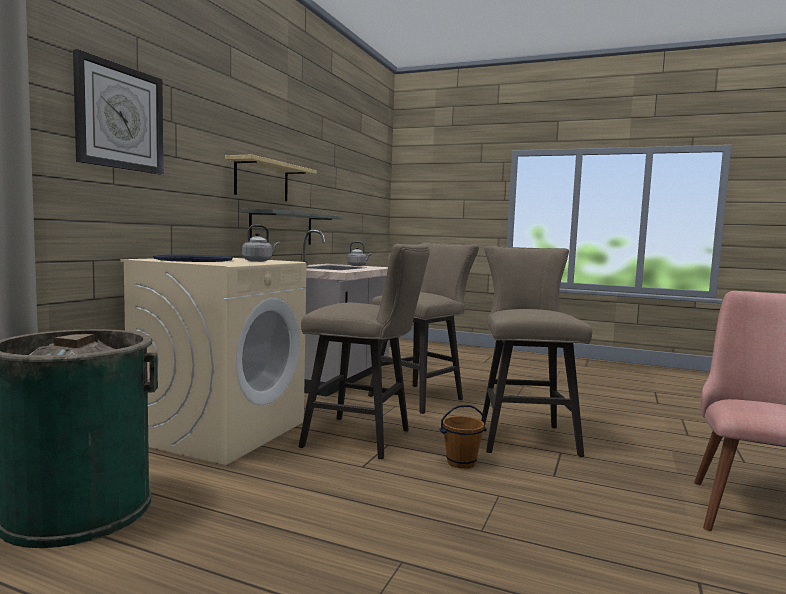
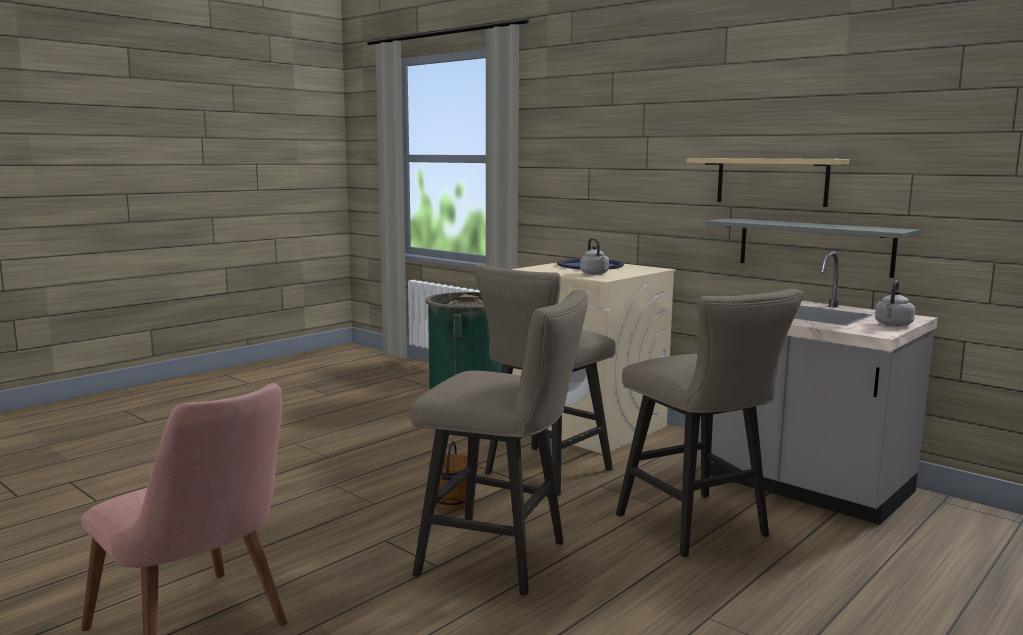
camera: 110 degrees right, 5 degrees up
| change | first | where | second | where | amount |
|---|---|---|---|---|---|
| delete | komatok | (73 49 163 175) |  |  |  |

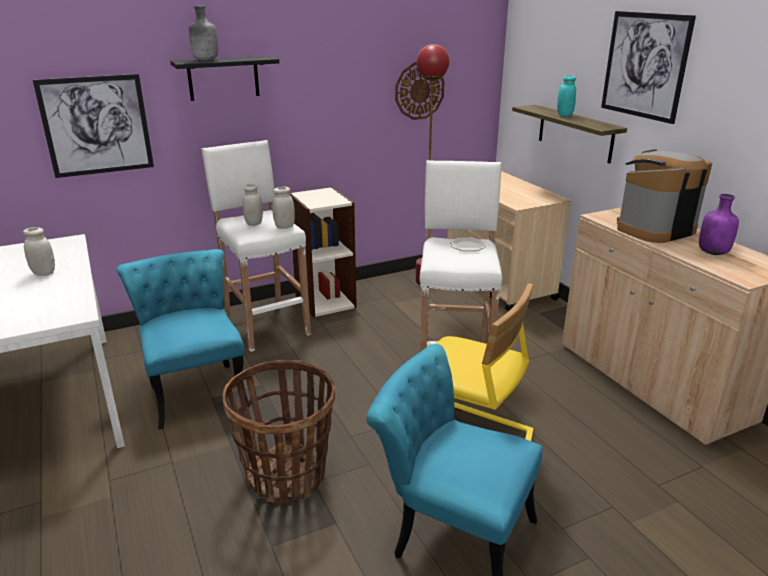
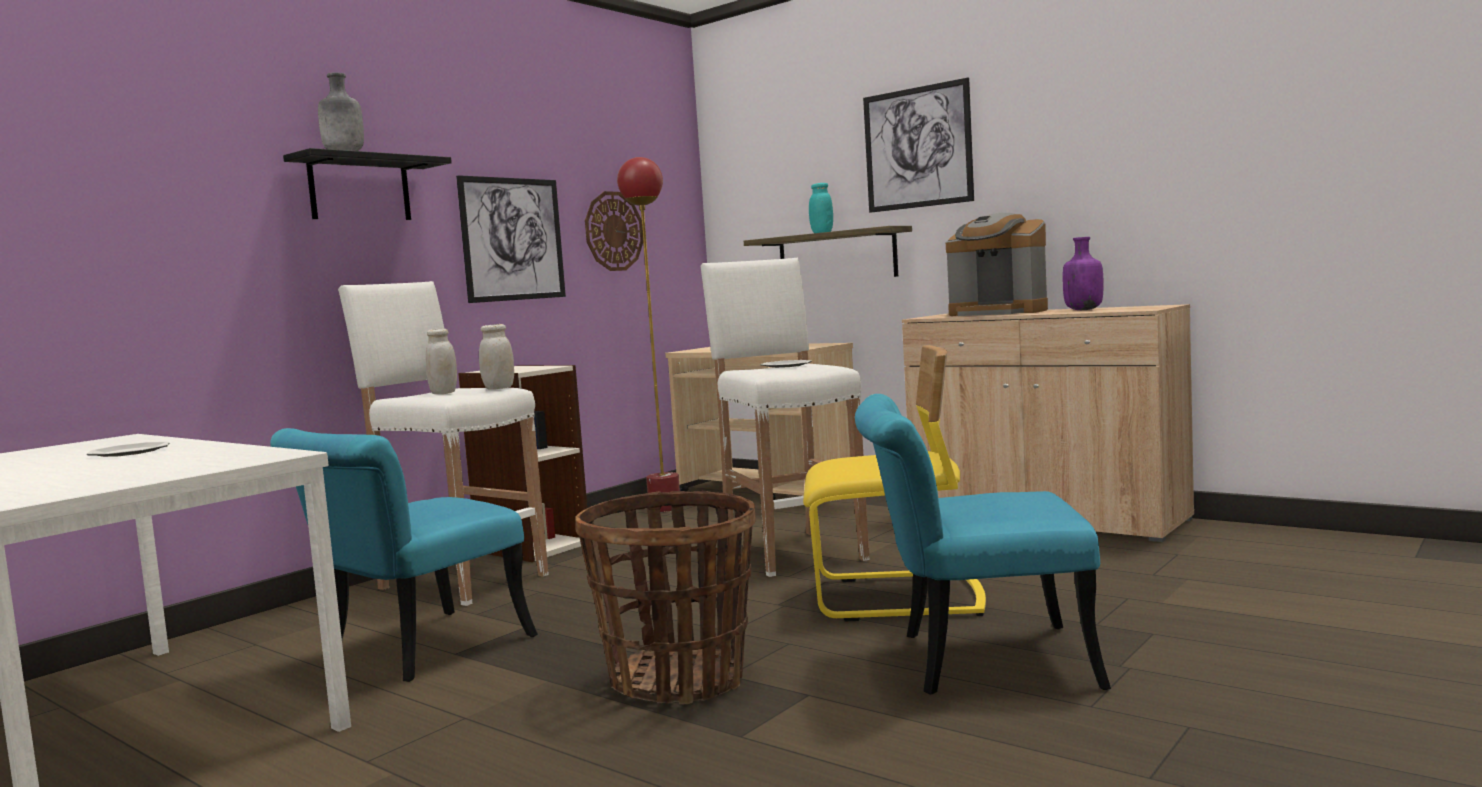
camera: 25 degrees left, 20 degrees down
| change | first | where | second | where | amount |
|---|---|---|---|---|---|
| replace | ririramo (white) | (23 227 55 276) | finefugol | (86 442 170 457) |  |
| move | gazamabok | (33 74 154 178) |  | (456 175 566 303) |  |
| rotate | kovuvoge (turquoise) | (116 249 250 429) |  | (270 428 538 682) | 90 degrees counterclockwise |
| rotate | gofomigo | (617 149 712 243) |  | (946 213 1048 316) | 90 degrees counterclockwise |

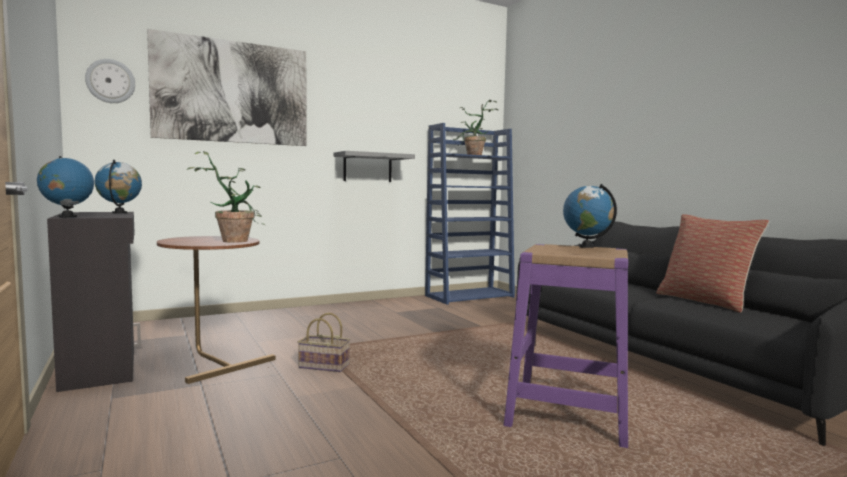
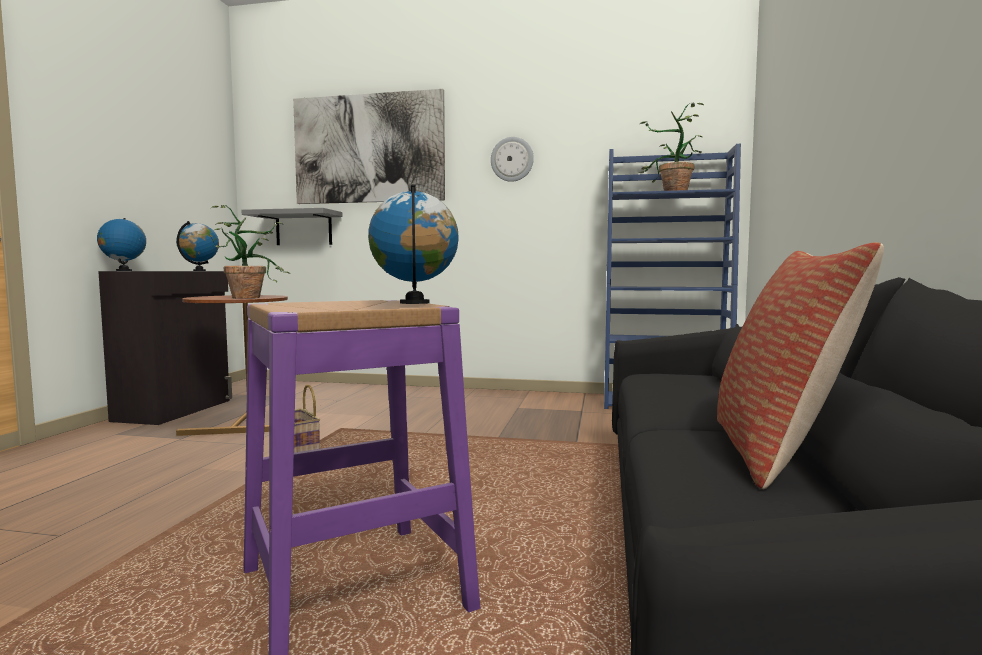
camera: 40 degrees right, 0 degrees up
| change | first | where | second | where | amount |
|---|---|---|---|---|---|
| move | komatok | (85 59 135 103) |  | (491 137 534 182) |  |
| move | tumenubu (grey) | (334 151 415 182) |  | (242 208 342 245) |  |

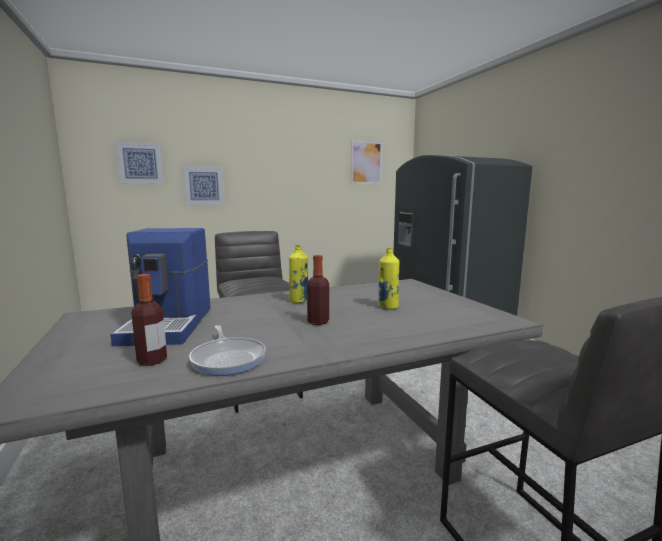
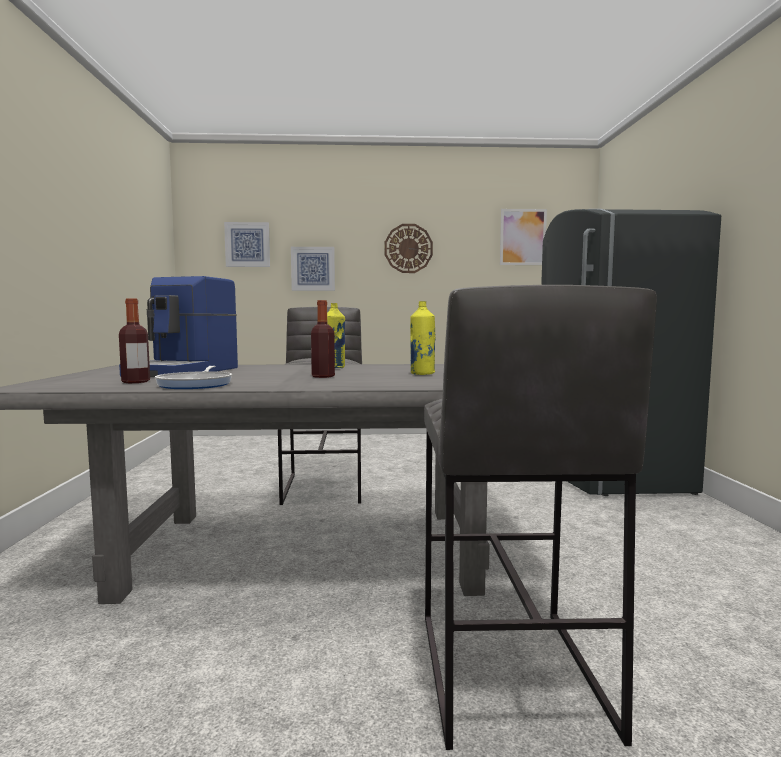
camera: 20 degrees right, 5 degrees down
| change | first | where | second | where | amount |
|---|---|---|---|---|---|
| insert |  |  | komatok | (385 224 433 273) |  |

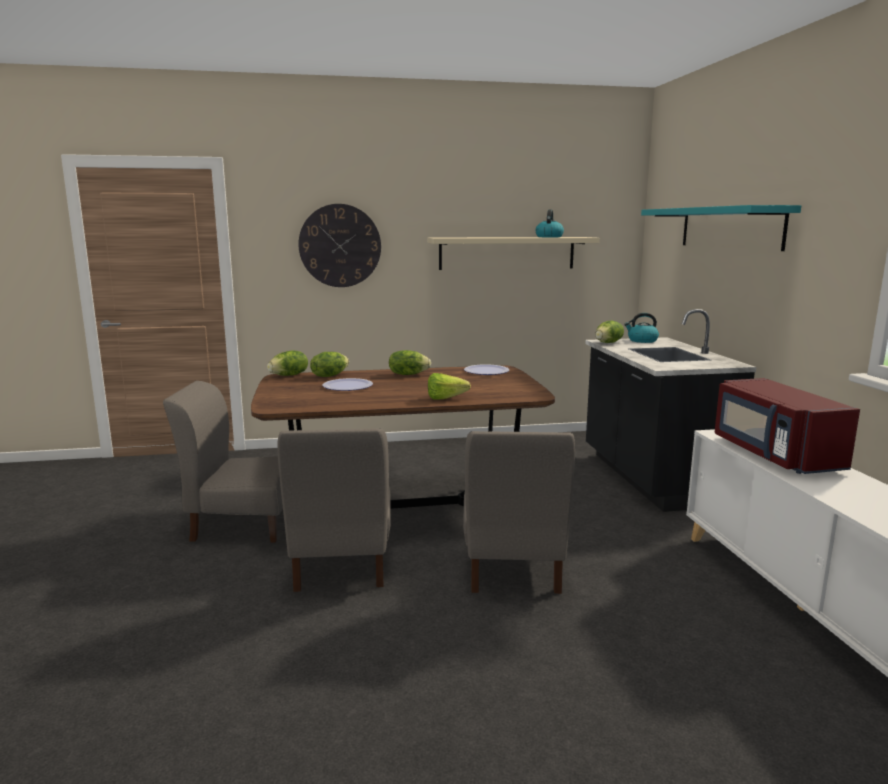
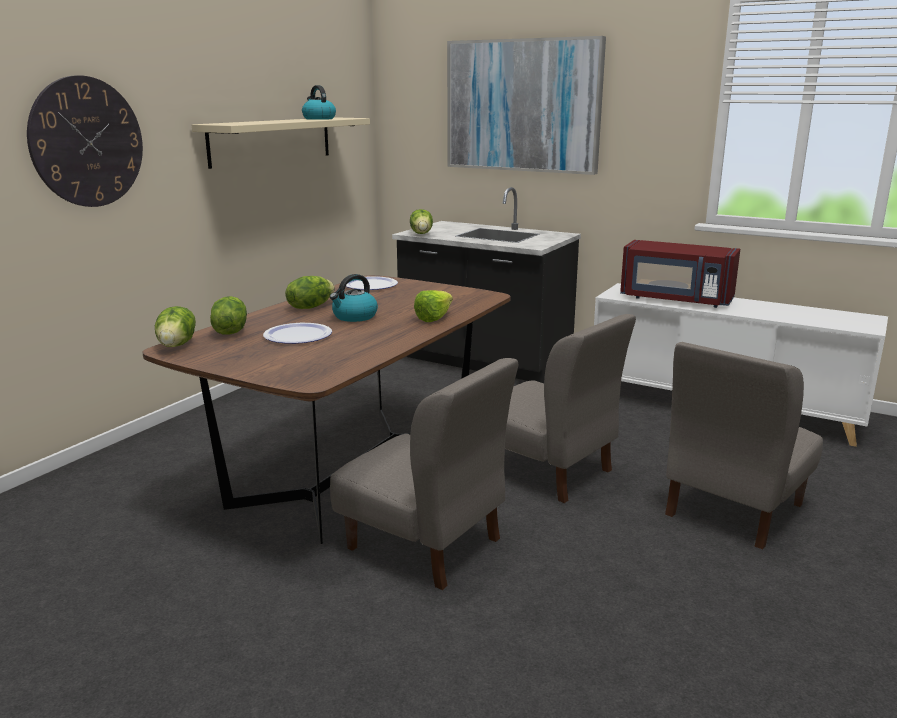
camera: 50 degrees left, 5 degrees up
| change | first | where | second | where | amount |
|---|---|---|---|---|---|
| move | kovuvoge (grey) | (163 381 283 543) |  | (665 342 823 549) |  |
| move | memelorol | (624 313 659 343) |  | (330 274 378 322) |  |
| replace | tumenubu (turquoise) | (641 205 801 251) | gazamabok | (447 36 606 175) |  |

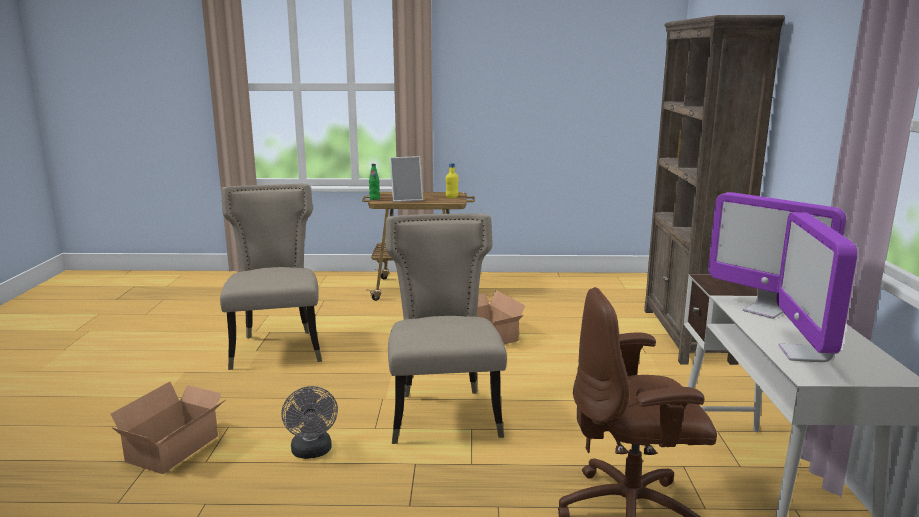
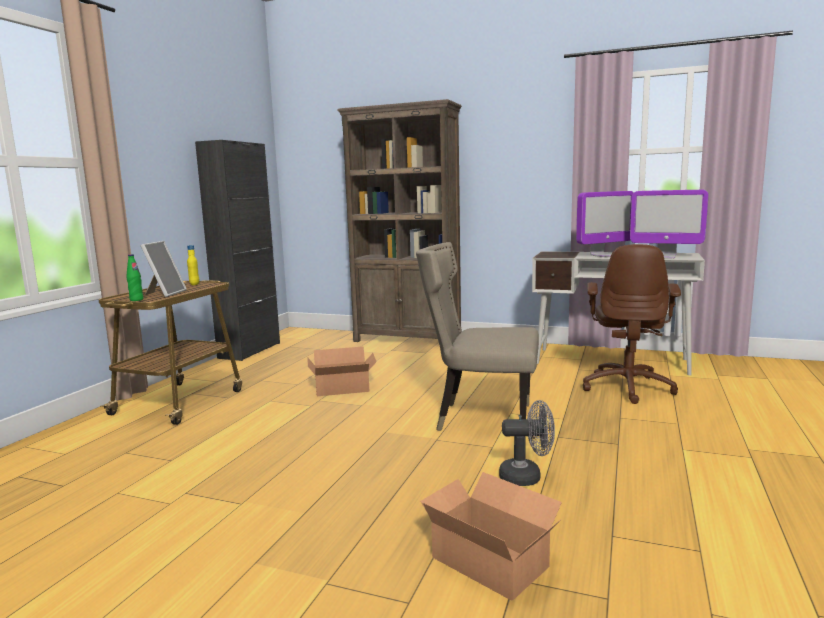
camera: 70 degrees left, 5 degrees down
| change | first | where | second | where | amount |
|---|---|---|---|---|---|
| delete | kovuvoge (beige) | (220 184 322 370) |  |  |  |
| insert |  |  | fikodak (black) | (195 140 280 361) |  |

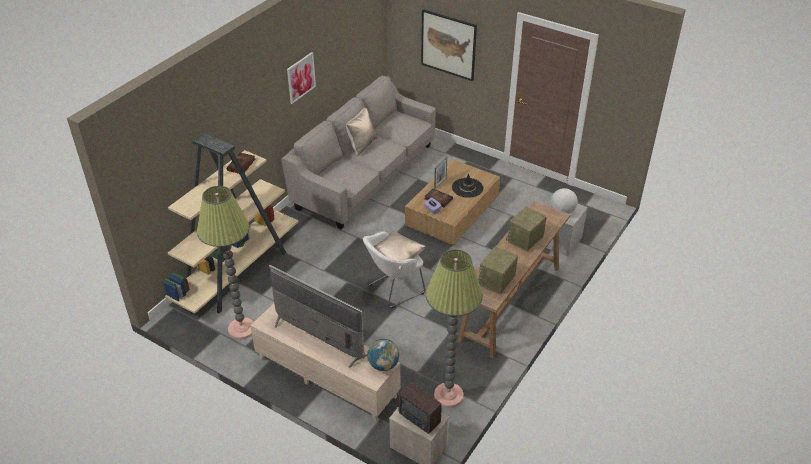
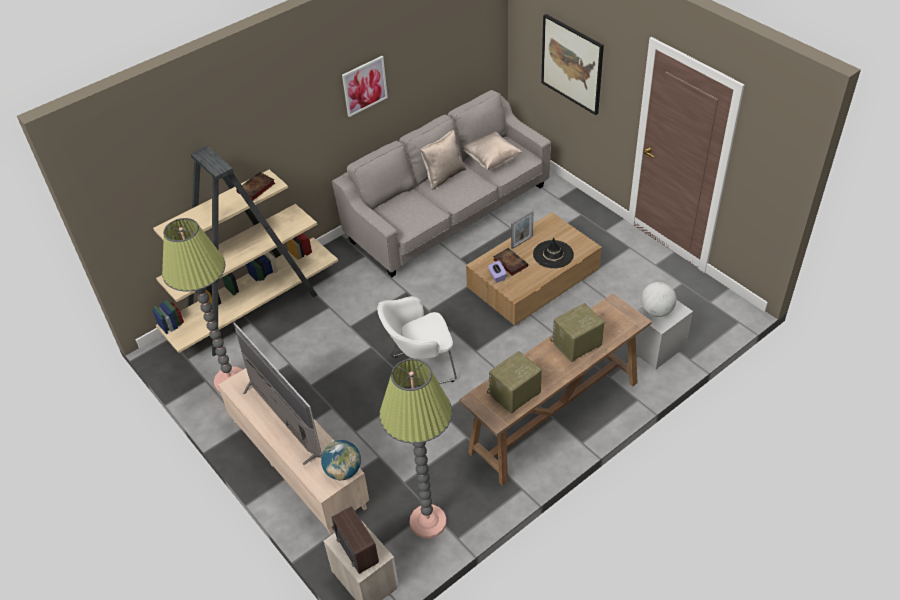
camera: 20 degrees right, 5 degrees up
| change | first | where | second | where | amount |
|---|---|---|---|---|---|
| move | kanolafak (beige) | (368 231 426 270) |  | (462 132 522 170) |  |

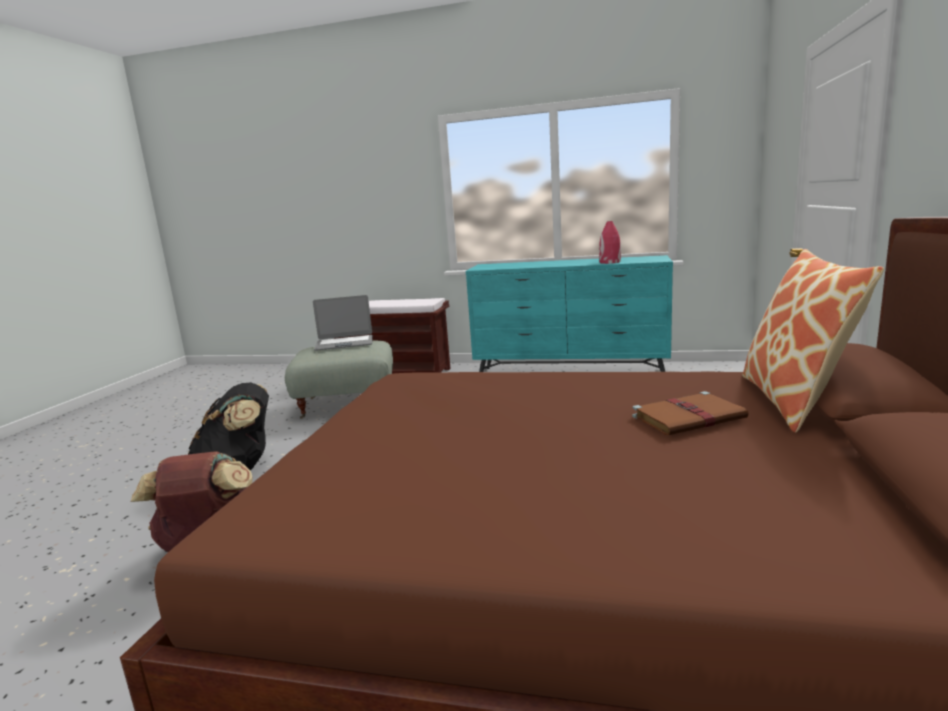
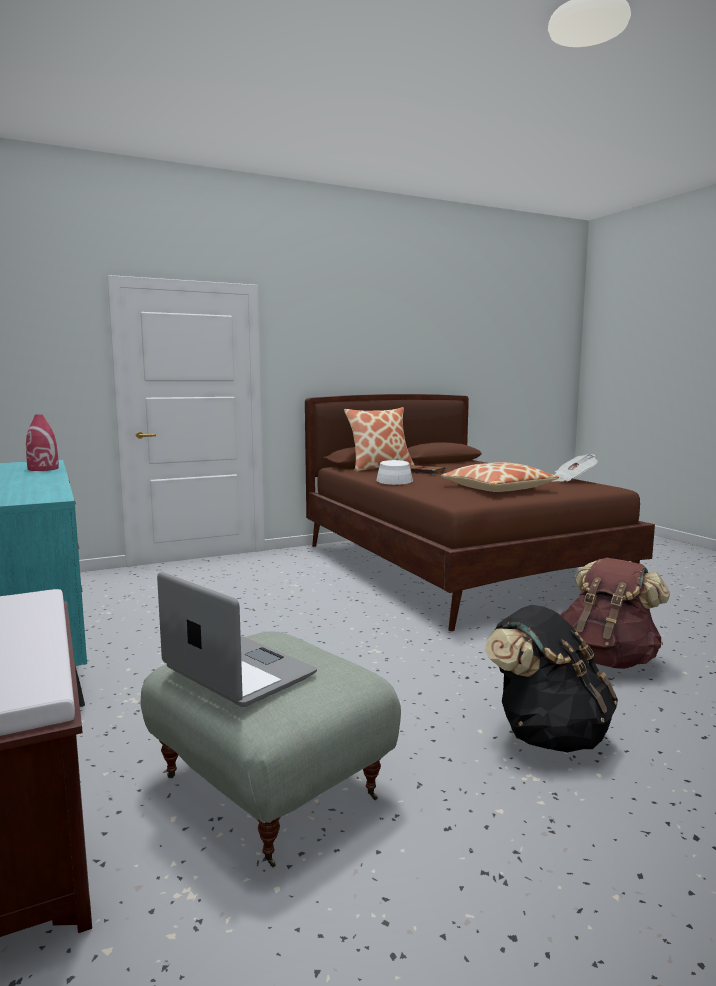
camera: 130 degrees left, 5 degrees down
| change | first | where | second | where | amount |
|---|---|---|---|---|---|
| insert |  |  | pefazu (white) | (376 460 413 485) |  |
| insert |  |  | kanolafak | (441 462 559 492) |  |
| insert |  |  | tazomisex | (553 454 598 482) |  |

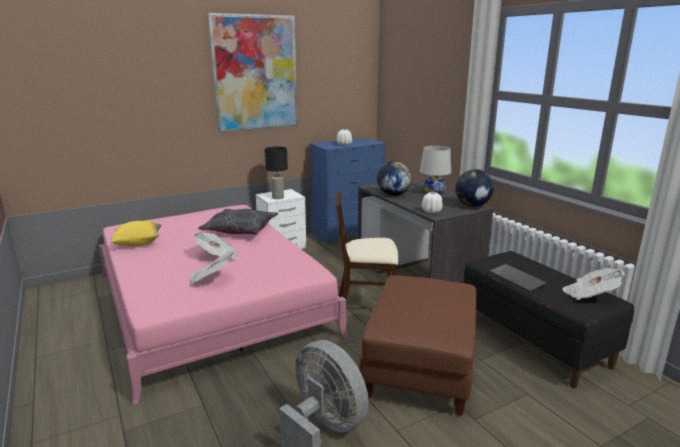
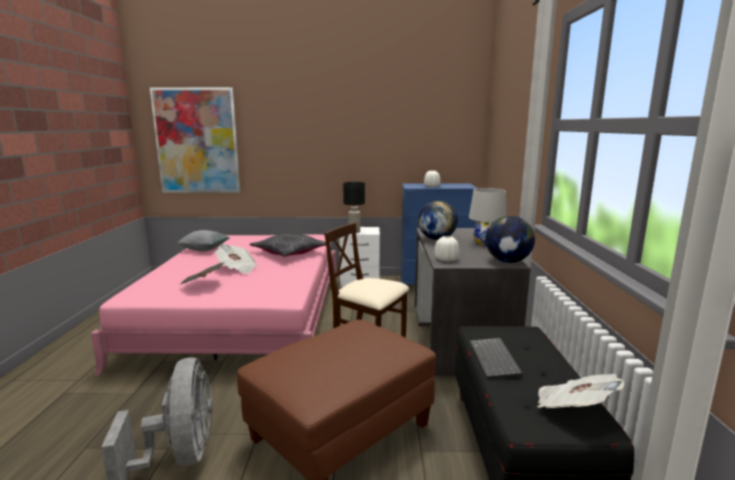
camera: 30 degrees right, 5 degrees down
| change | first | where | second | where | amount |
|---|---|---|---|---|---|
| recolor | kanolafak (yellow) | (110 221 162 246) | kanolafak (grey) | (177 230 230 251) |  |
| move | gazamabok | (208 13 298 133) |  | (150 87 241 193) |  |

